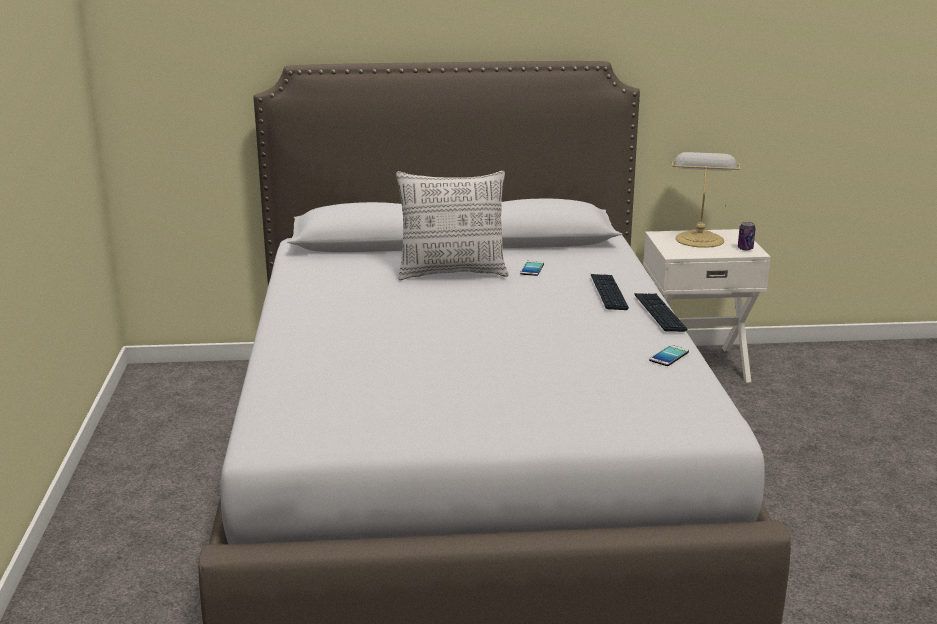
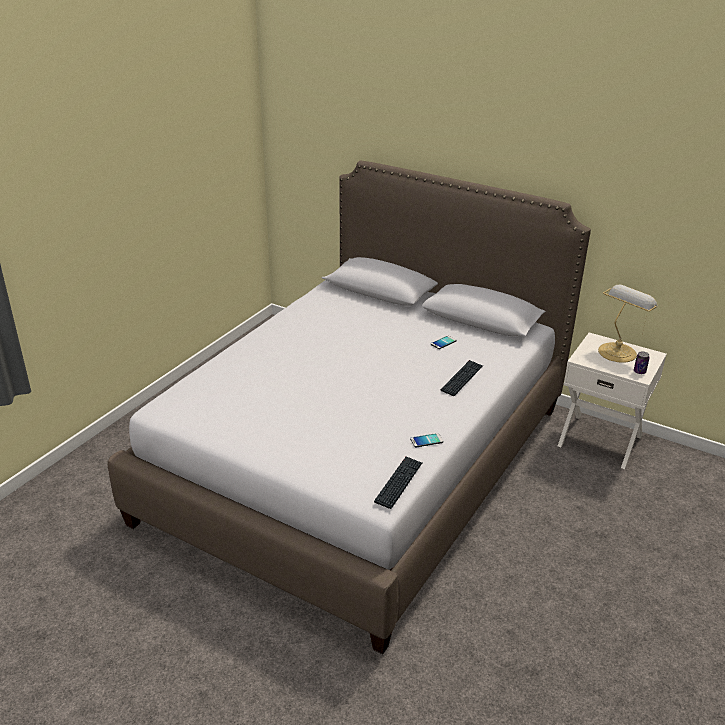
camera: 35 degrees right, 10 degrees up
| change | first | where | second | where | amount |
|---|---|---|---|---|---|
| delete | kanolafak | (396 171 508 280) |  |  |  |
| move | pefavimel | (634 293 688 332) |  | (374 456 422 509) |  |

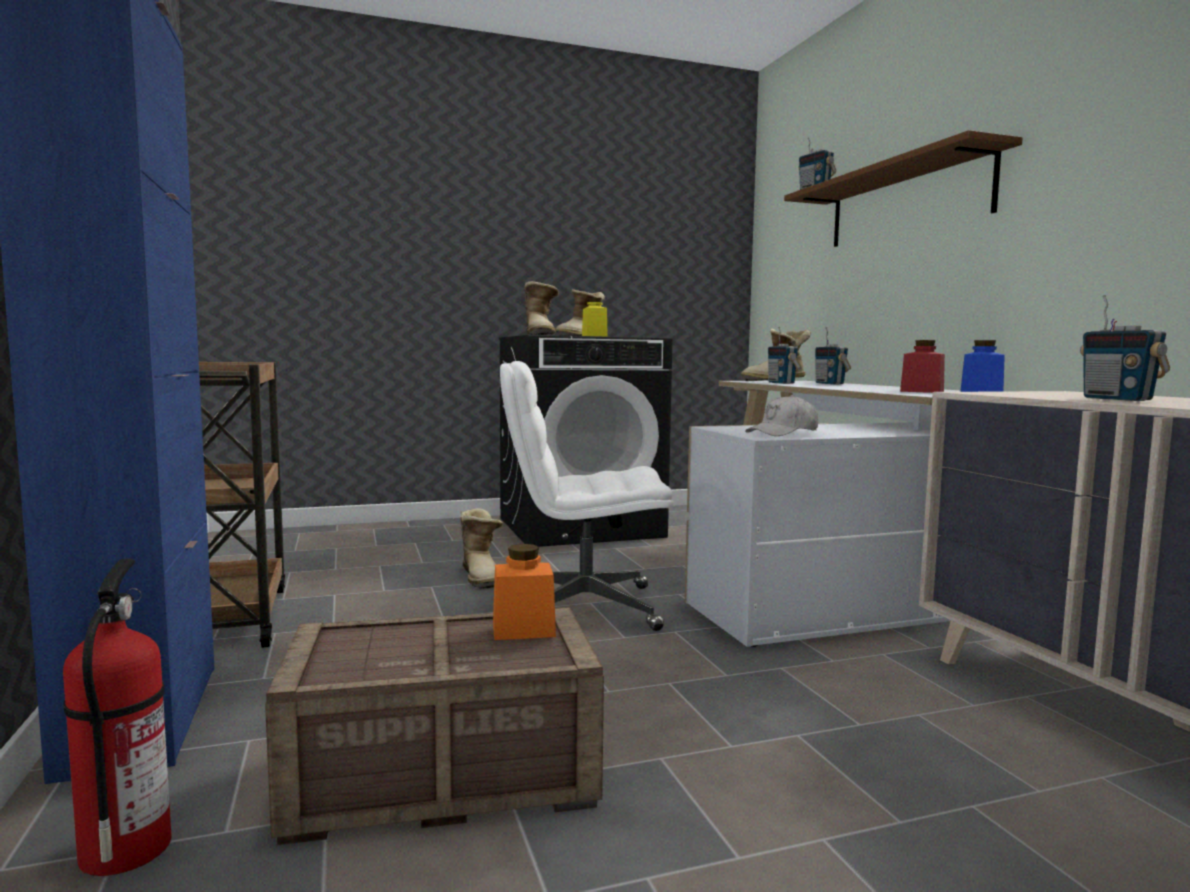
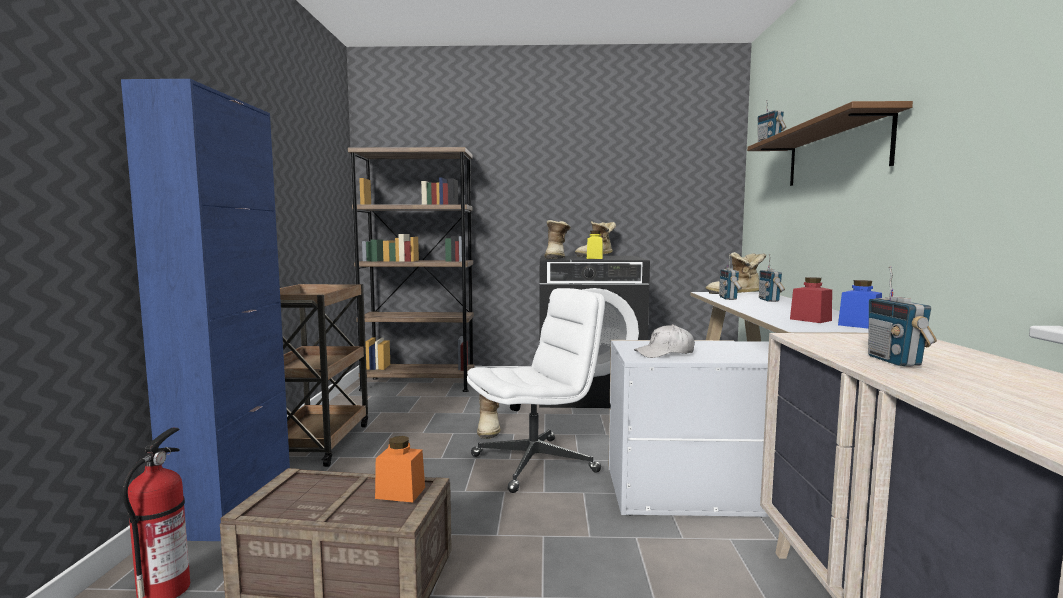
camera: 20 degrees right, 0 degrees up
| change | first | where | second | where | amount |
|---|---|---|---|---|---|
| rotate | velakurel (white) | (500 361 674 631) |  | (467 288 605 493) | 135 degrees clockwise |
| insert |  |  | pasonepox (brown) | (348 147 475 392) |  |

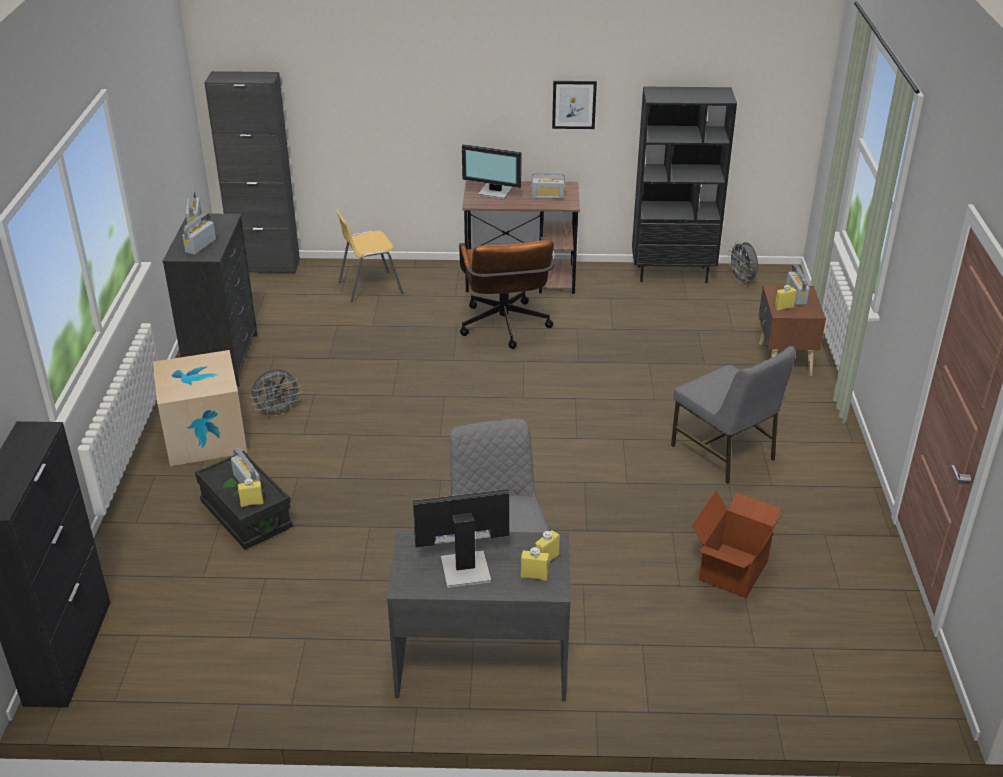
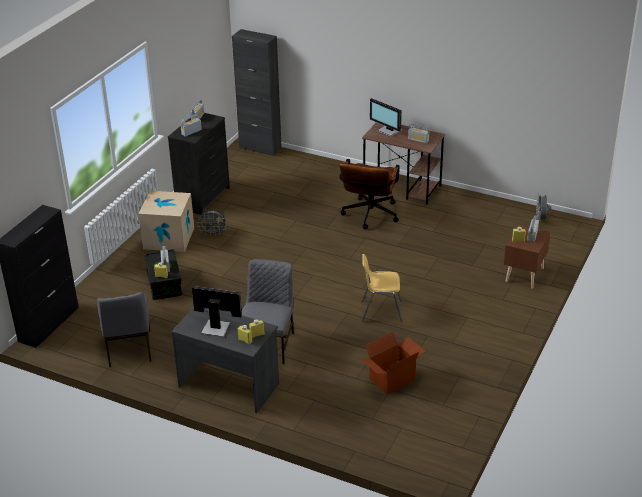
camera: 25 degrees right, 0 degrees up
| change | first | where | second | where | amount |
|---|---|---|---|---|---|
| move | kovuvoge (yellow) | (335 209 403 303) |  | (362 254 403 322) |  |
| delete | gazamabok | (552 81 597 129) |  |  |  |
| delete | pasonepox (black) | (632 87 737 283) |  |  |  |
| move | kovuvoge (grey) | (671 346 795 484) |  | (97 292 152 367) |  |

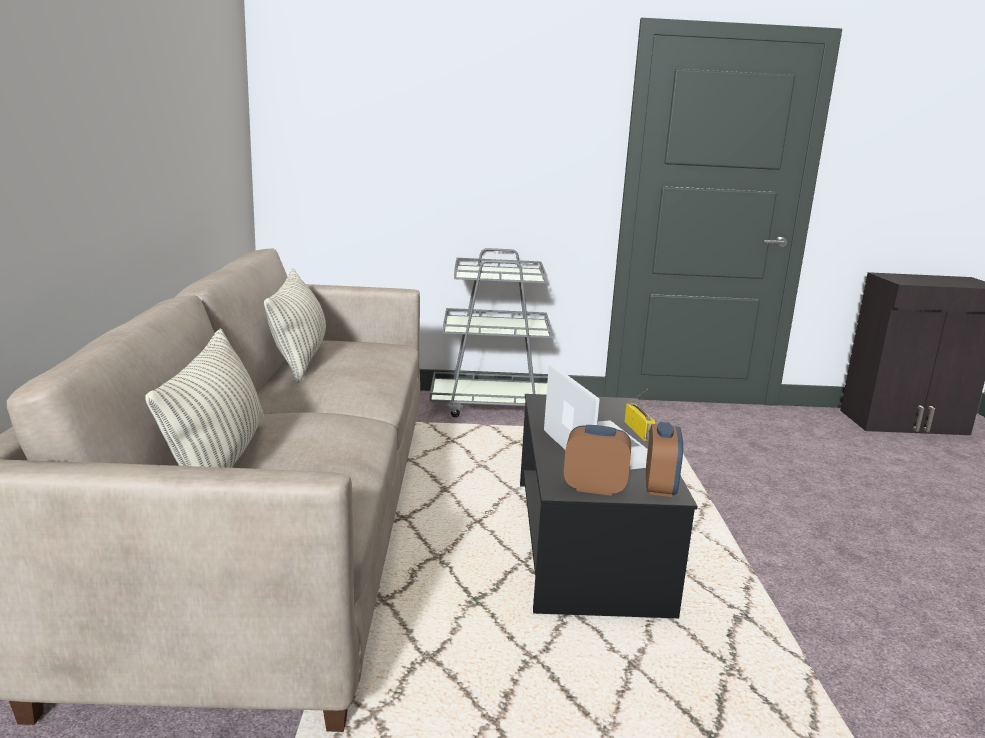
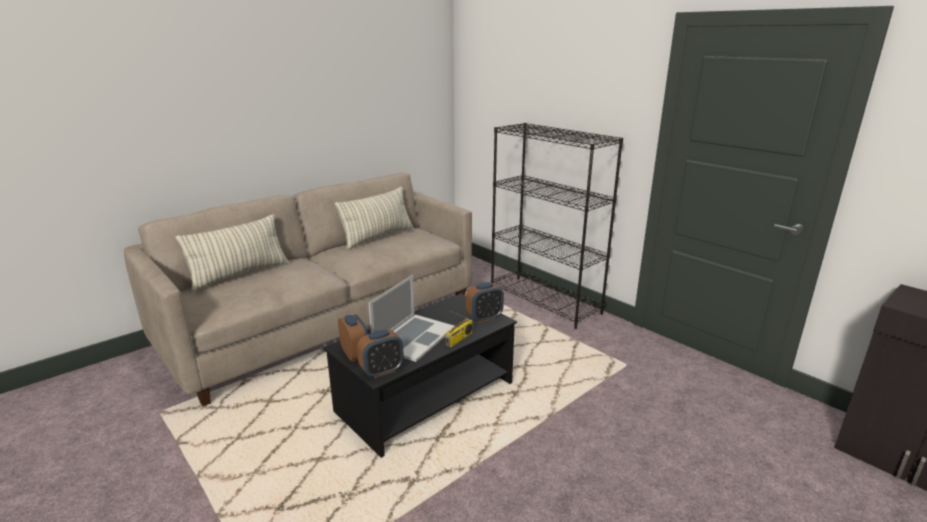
camera: 50 degrees right, 5 degrees up
| change | first | where | second | where | amount |
|---|---|---|---|---|---|
| replace | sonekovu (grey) | (430 248 552 417) | pasonepox (black) | (491 123 623 329) |  |
| insert |  |  | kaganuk | (466 282 504 323) |  |

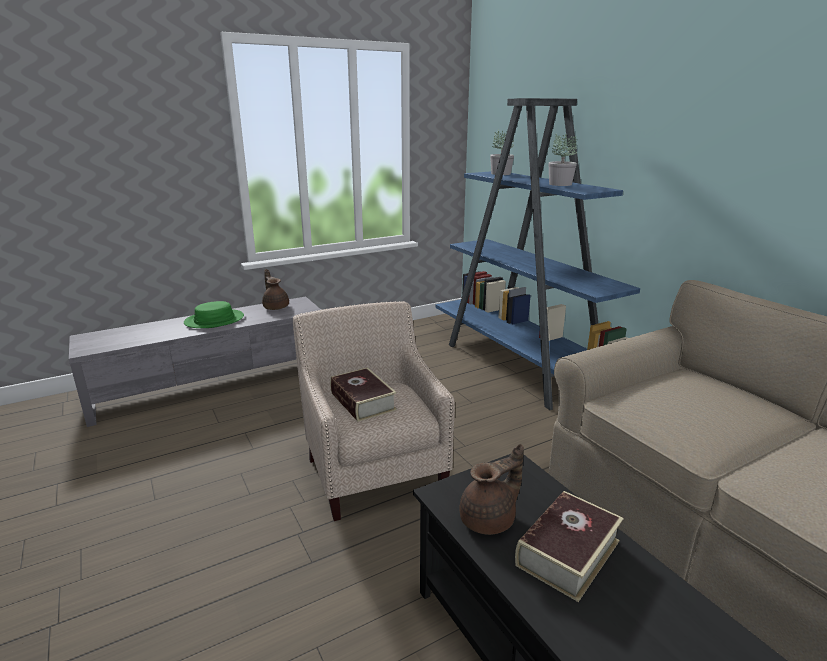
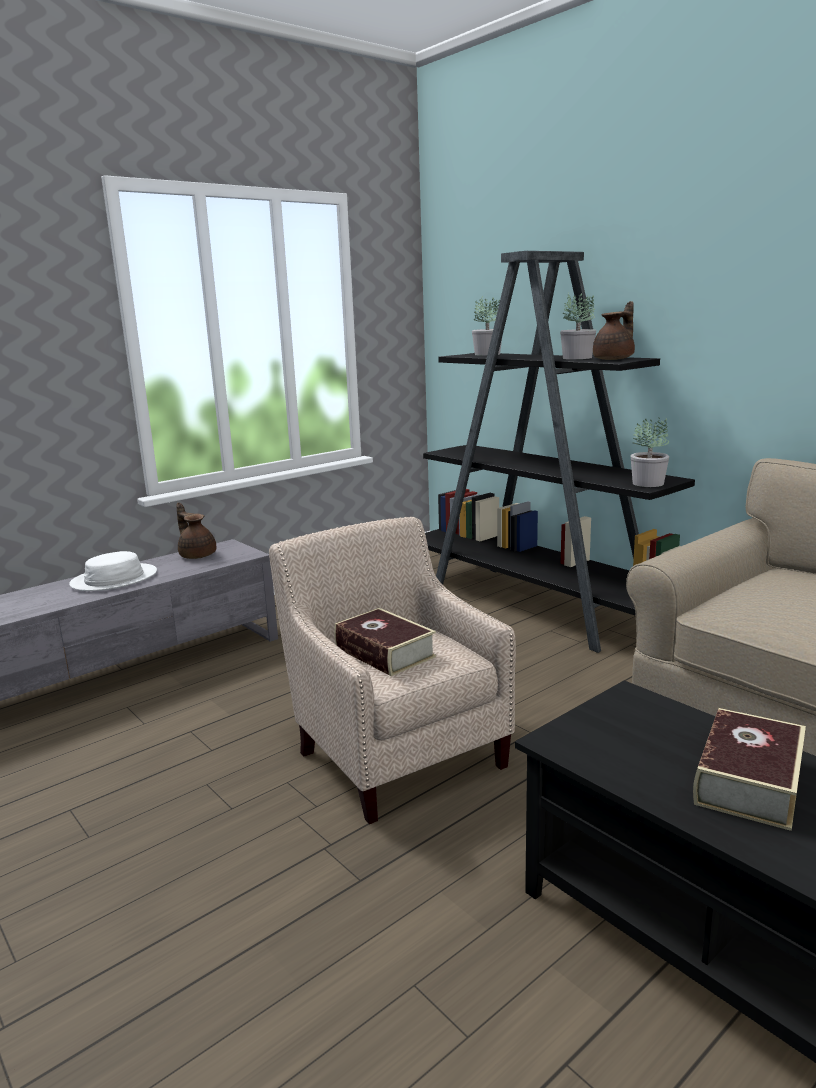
camera: 10 degrees left, 5 degrees down
| change | first | where | second | where | amount |
|---|---|---|---|---|---|
| recolor | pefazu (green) | (184 301 244 328) | pefazu (white) | (69 551 157 591) |  |
| recolor | pasonepox (blue) | (435 98 640 410) | pasonepox (black) | (423 251 695 653) |  |
| move | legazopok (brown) | (459 444 524 535) |  | (593 301 635 360) |  |
| insert |  |  | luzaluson | (631 417 669 487) |  |

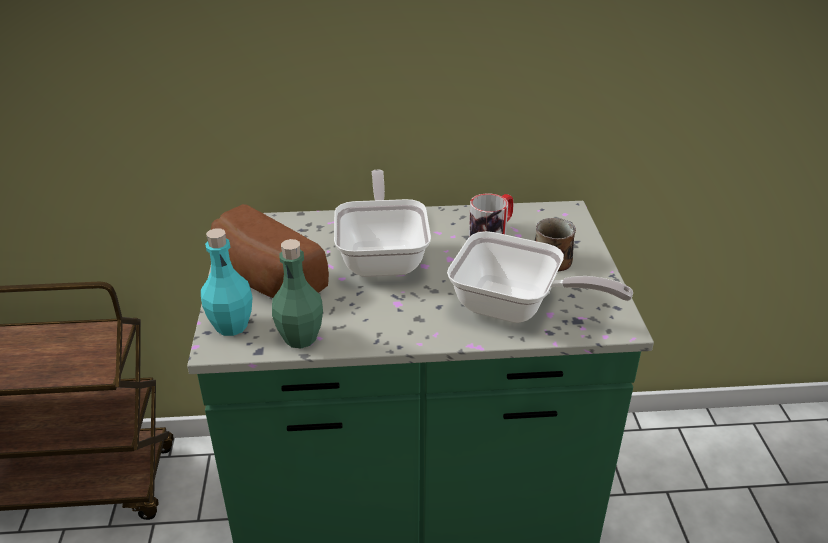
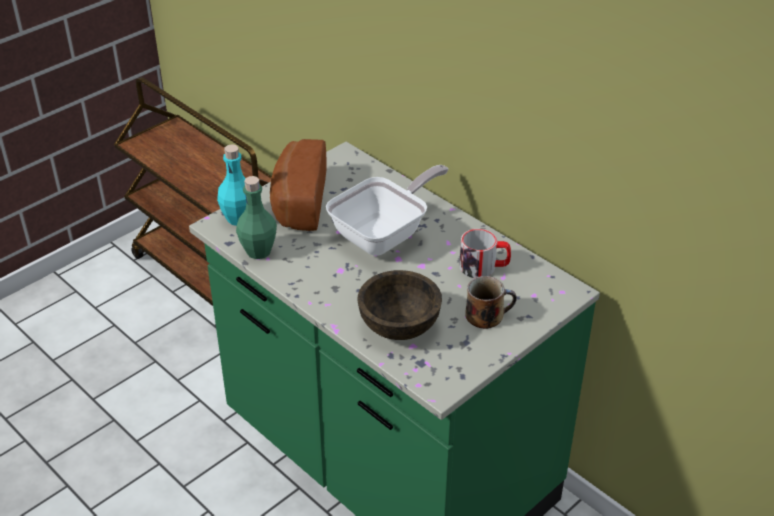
camera: 50 degrees right, 5 degrees up
| change | first | where | second | where | amount |
|---|---|---|---|---|---|
| replace | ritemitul | (447 231 633 323) | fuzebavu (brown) | (358 270 442 340) |  |

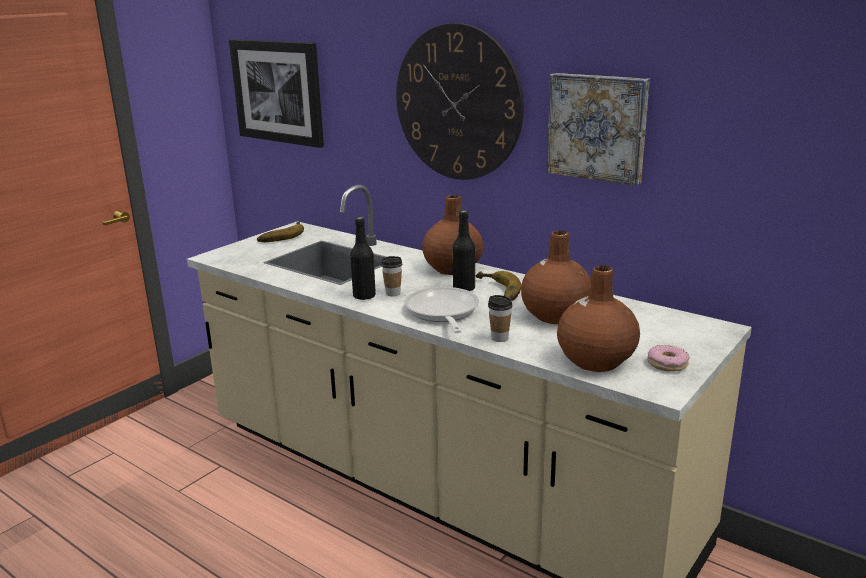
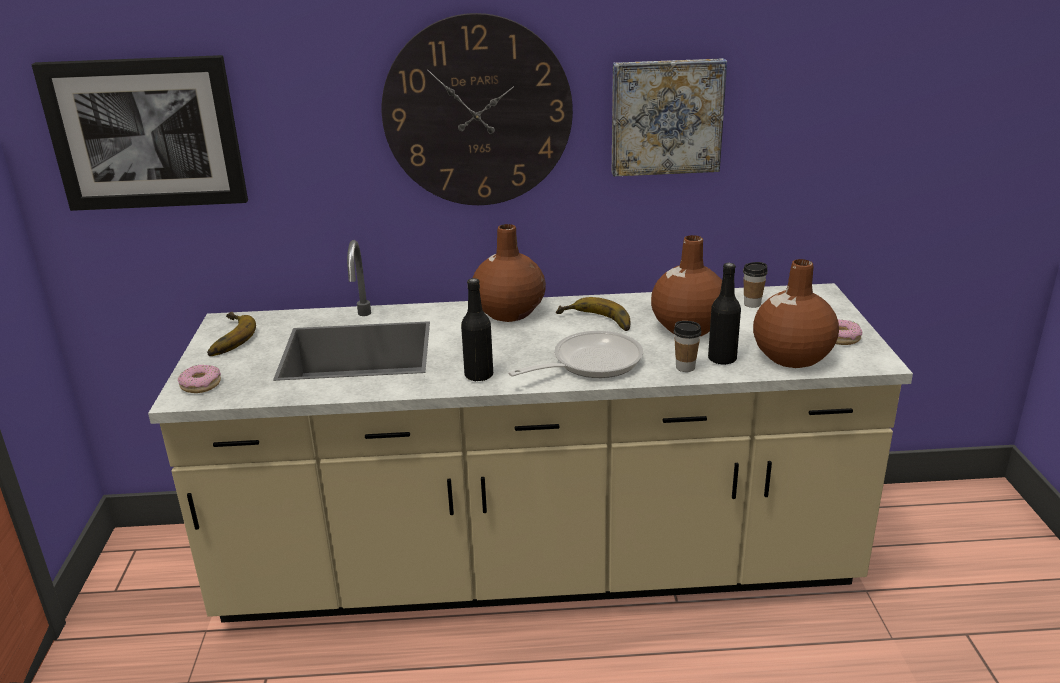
camera: 40 degrees left, 5 degrees up
| change | first | where | second | where | amount |
|---|---|---|---|---|---|
| move | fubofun | (381 256 402 296) |  | (743 262 768 308) |  |
| rotate | ritemitul | (405 287 479 333) |  | (508 331 643 378) | 105 degrees clockwise |
| move | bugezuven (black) | (453 210 475 291) |  | (708 263 741 365) |  |
| insert |  |  | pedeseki | (178 365 221 393) |  |

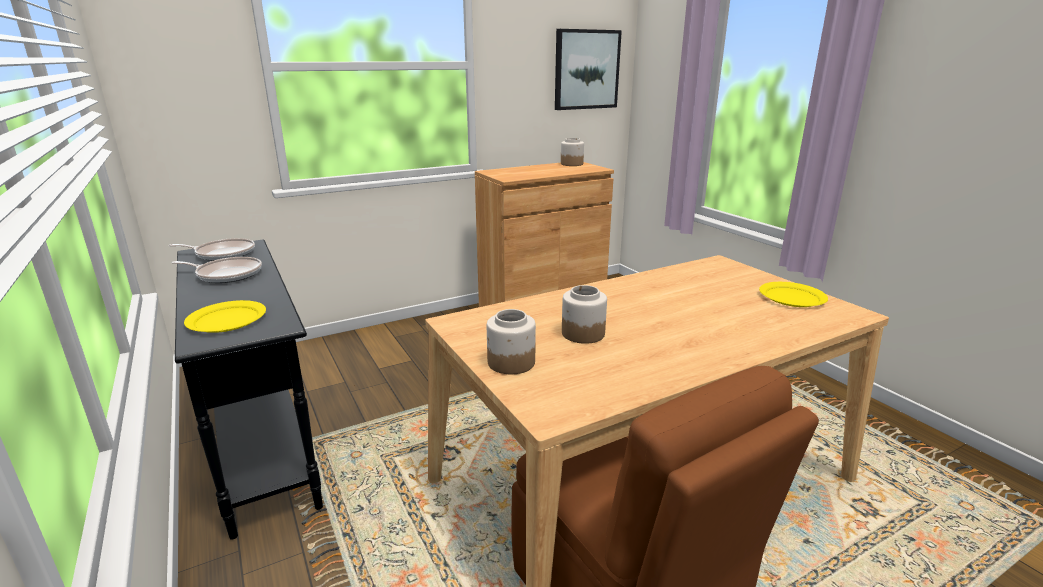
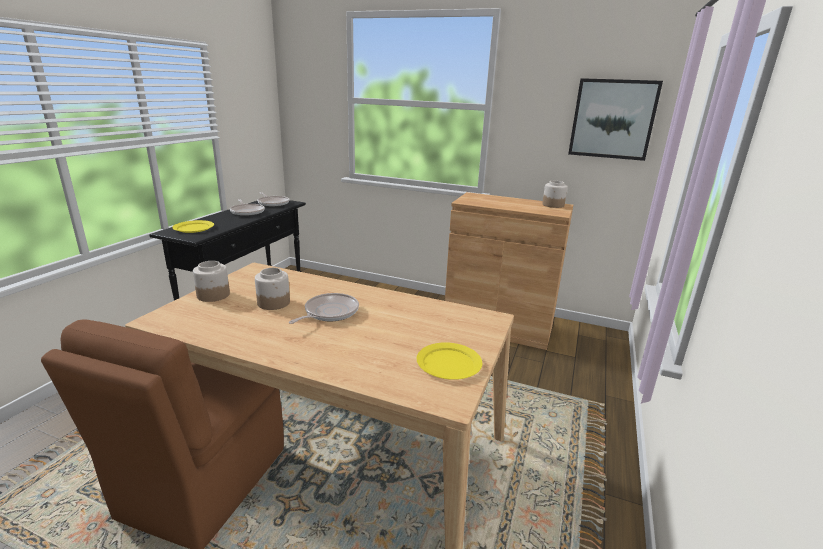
camera: 50 degrees right, 0 degrees up
| change | first | where | second | where | amount |
|---|---|---|---|---|---|
| insert |  |  | ritemitul | (289 293 359 324) |  |

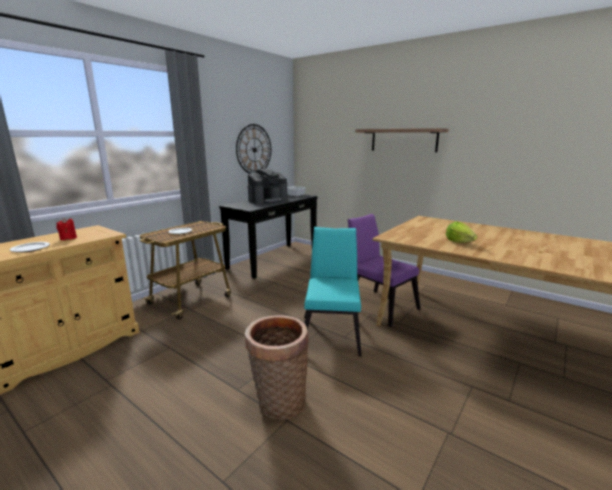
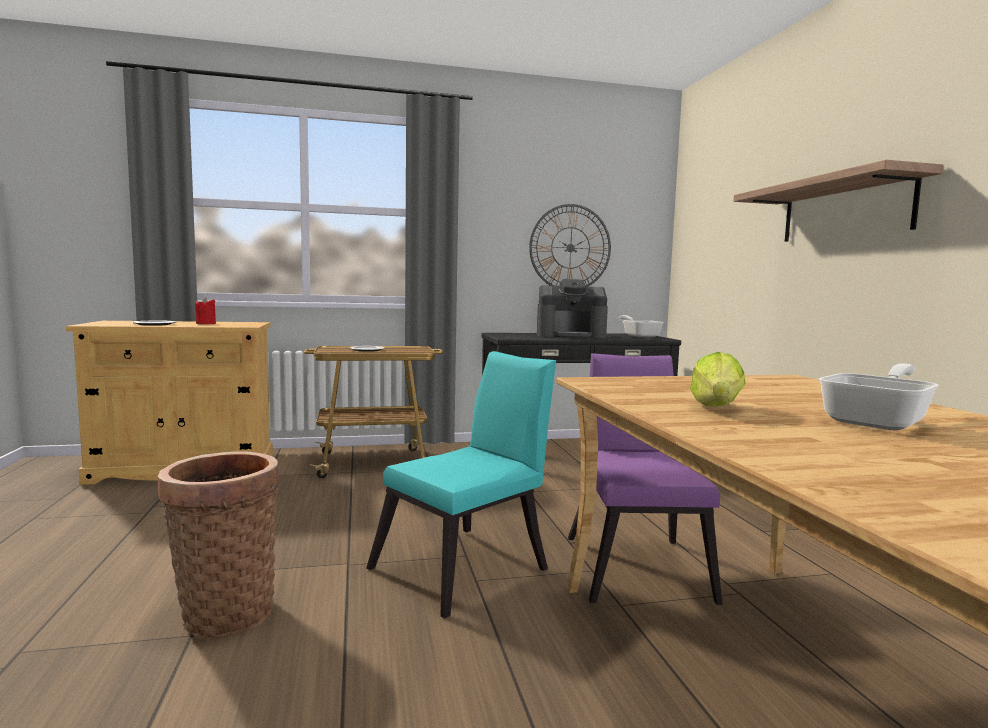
camera: 40 degrees right, 10 degrees down
| change | first | where | second | where | amount |
|---|---|---|---|---|---|
| insert |  |  | ritemitul | (819 363 938 431) |  |

